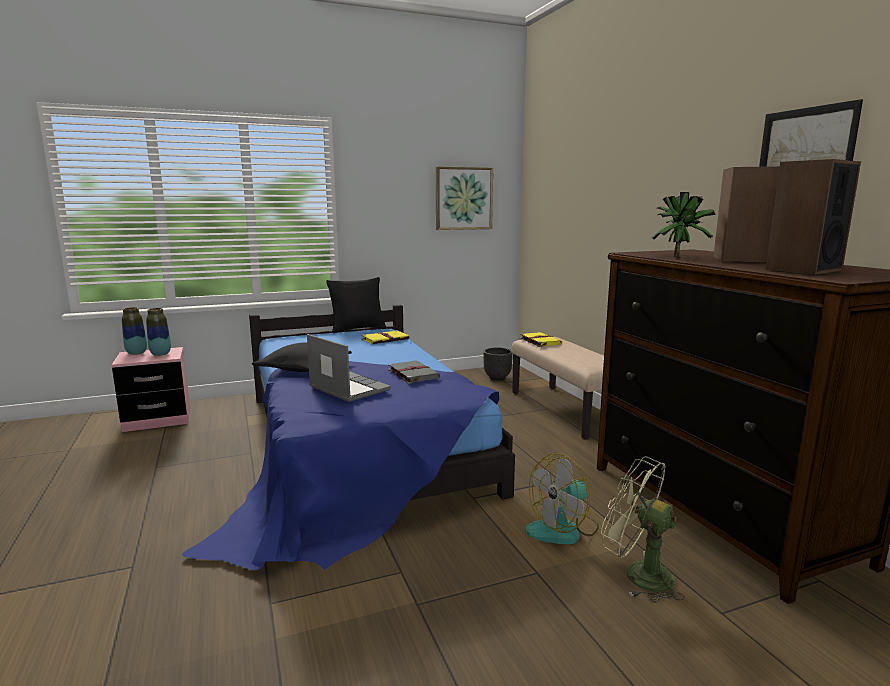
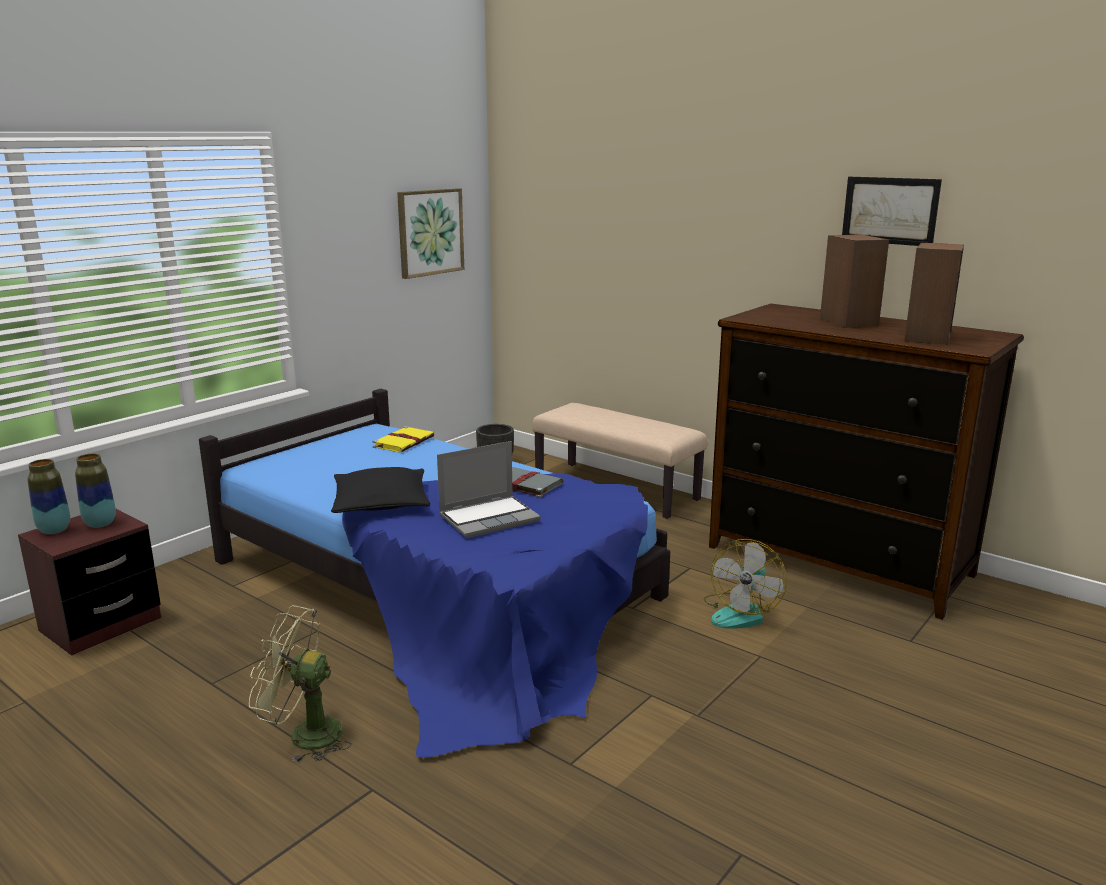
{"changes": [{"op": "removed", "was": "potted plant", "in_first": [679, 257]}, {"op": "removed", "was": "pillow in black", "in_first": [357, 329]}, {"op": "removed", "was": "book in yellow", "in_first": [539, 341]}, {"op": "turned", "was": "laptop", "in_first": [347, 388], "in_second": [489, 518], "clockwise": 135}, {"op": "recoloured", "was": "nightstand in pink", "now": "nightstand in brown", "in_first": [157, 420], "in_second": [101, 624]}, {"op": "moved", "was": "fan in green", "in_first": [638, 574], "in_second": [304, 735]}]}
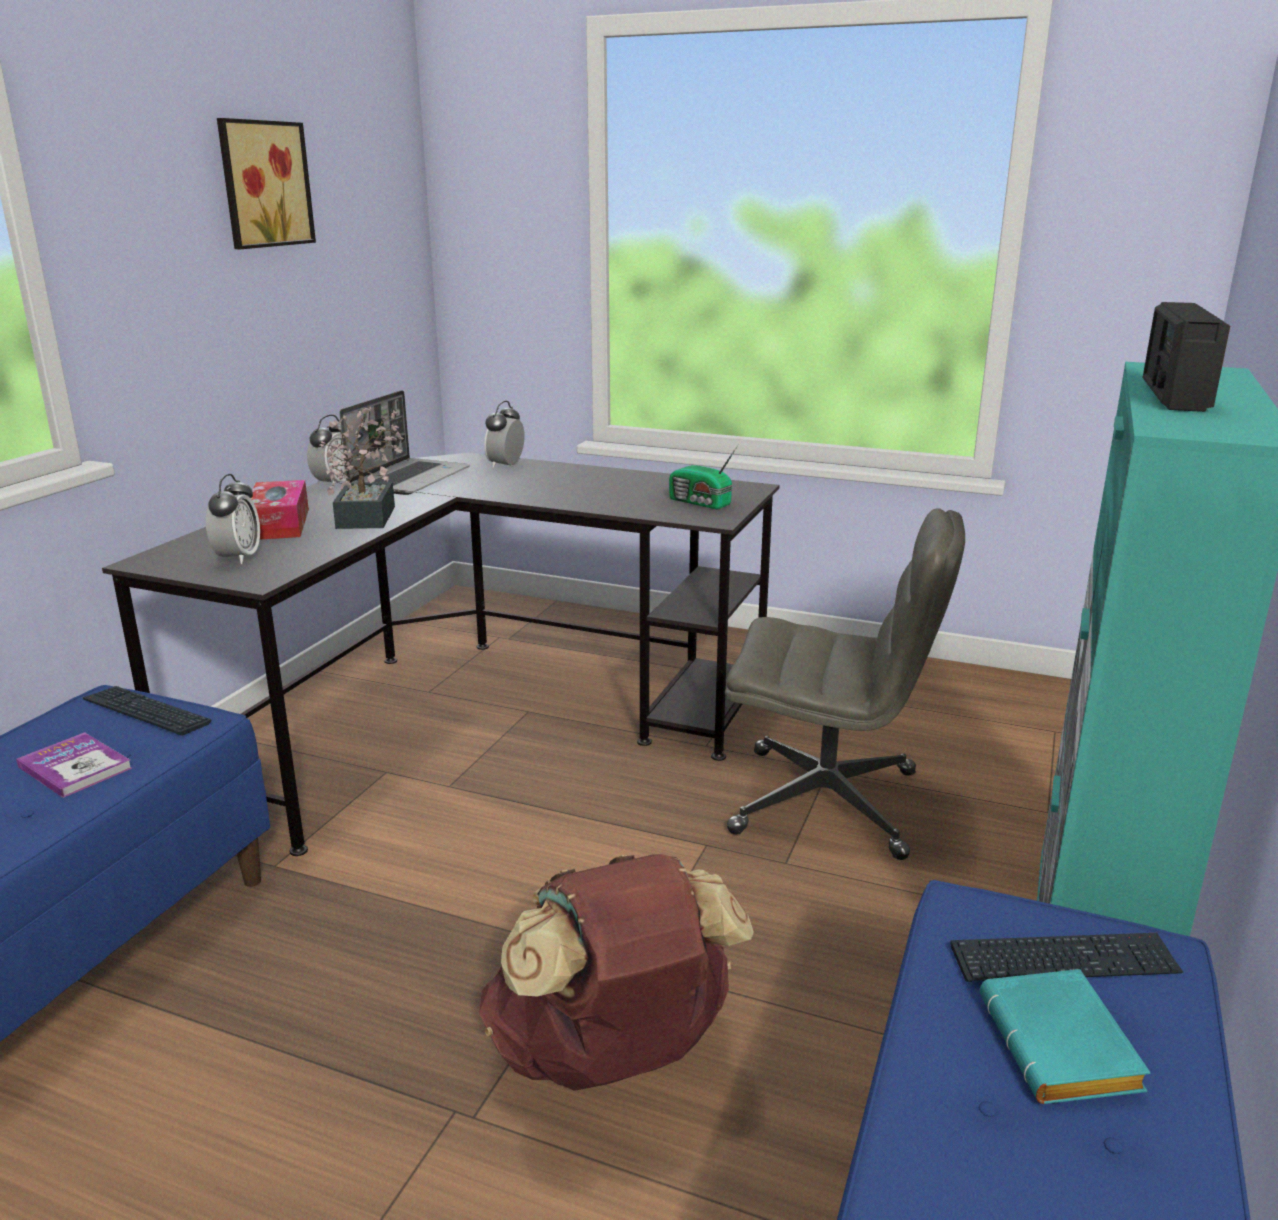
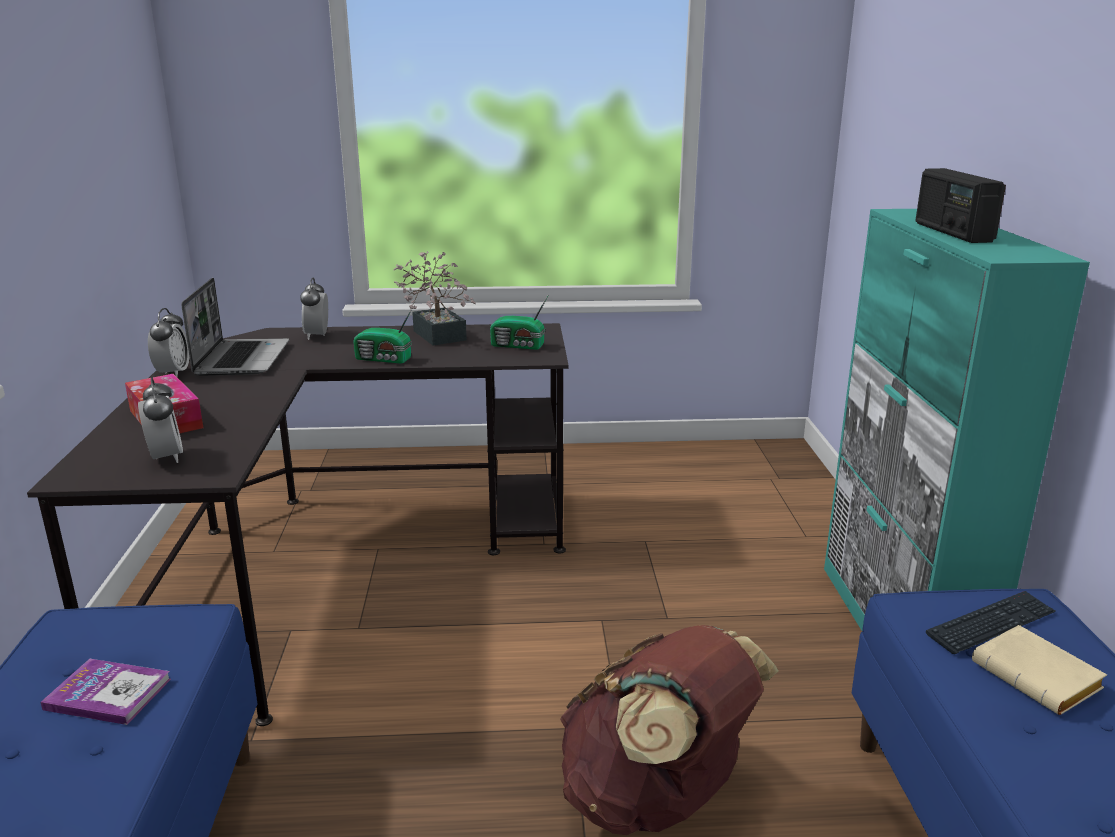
{"changes": [{"op": "removed", "was": "picture", "in_first": [262, 184]}, {"op": "moved", "was": "potted plant", "in_first": [369, 514], "in_second": [437, 333]}, {"op": "removed", "was": "office chair in grey", "in_first": [828, 802]}, {"op": "removed", "was": "keyboard", "in_first": [146, 713]}, {"op": "recoloured", "was": "book in turquoise", "now": "book in beige", "in_first": [1064, 1050], "in_second": [1039, 678]}, {"op": "added", "now": "radio", "in_second": [384, 359]}]}
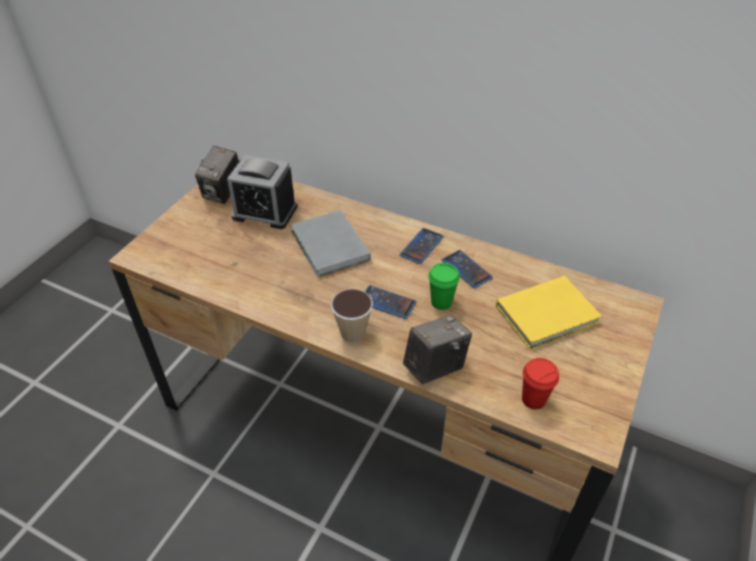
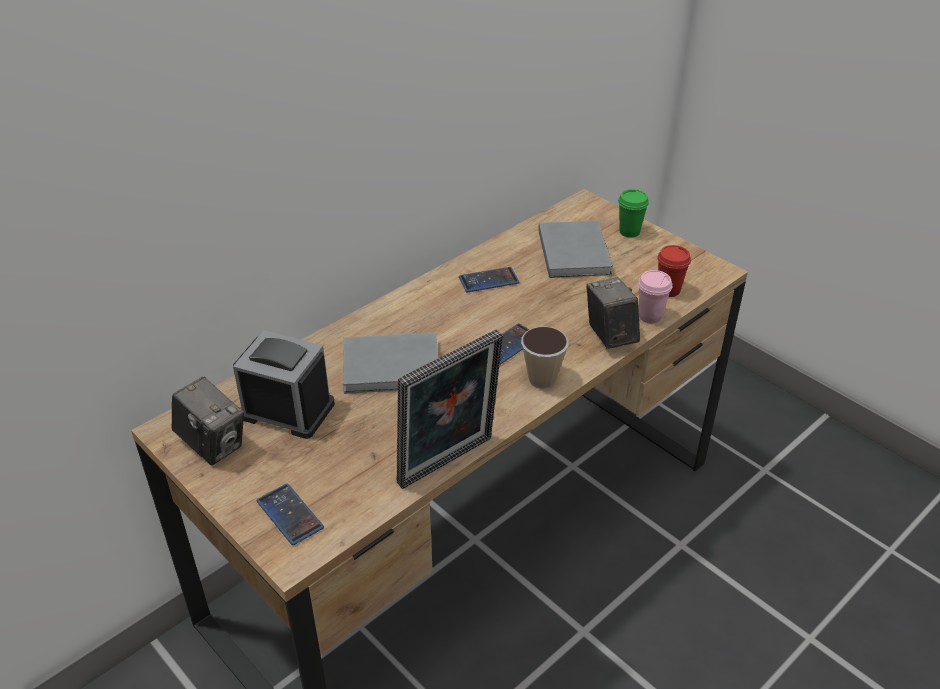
{"changes": [{"op": "turned", "was": "alarm clock", "in_first": [264, 212], "in_second": [287, 410], "clockwise": -105}, {"op": "moved", "was": "phone", "in_first": [421, 246], "in_second": [290, 514]}, {"op": "moved", "was": "cup in green", "in_first": [441, 302], "in_second": [629, 232]}, {"op": "recoloured", "was": "book in yellow", "now": "book in grey", "in_first": [549, 314], "in_second": [575, 251]}, {"op": "added", "now": "cup in pink", "in_second": [650, 316]}, {"op": "added", "now": "picture frame", "in_second": [449, 464]}]}
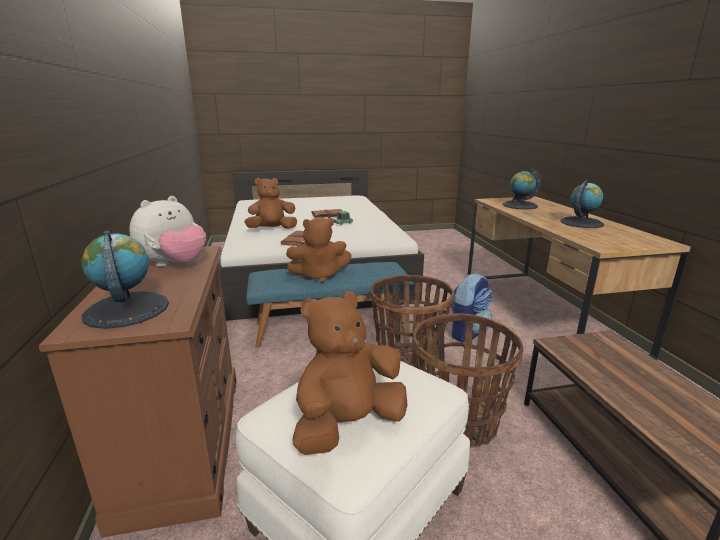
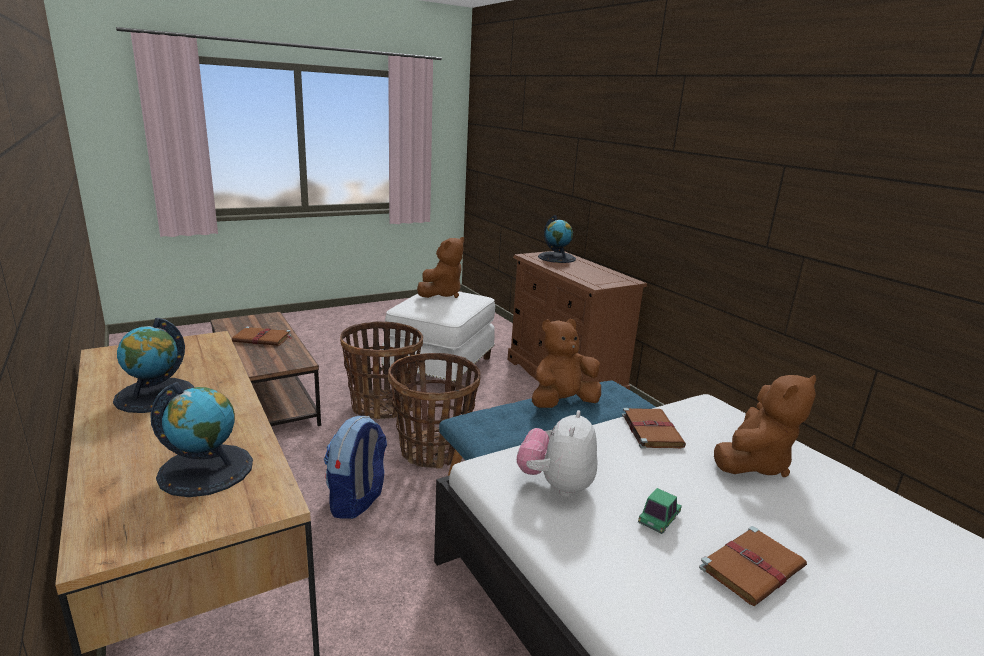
{"changes": [{"op": "moved", "was": "plush toy", "in_first": [174, 264], "in_second": [556, 485]}, {"op": "added", "now": "book in brown", "in_second": [263, 339]}]}
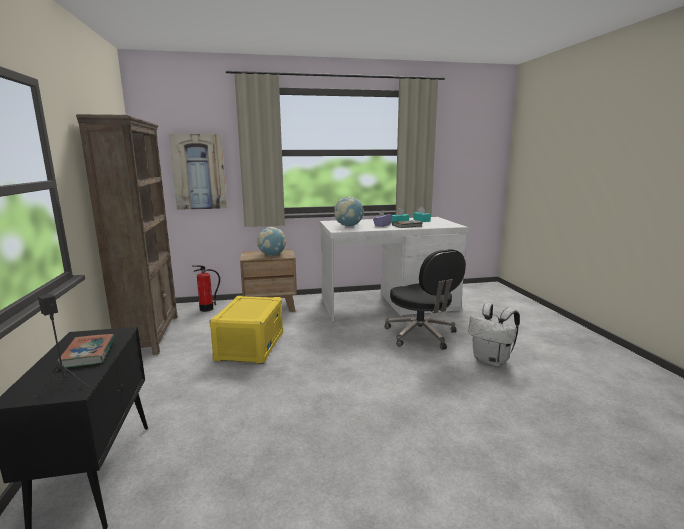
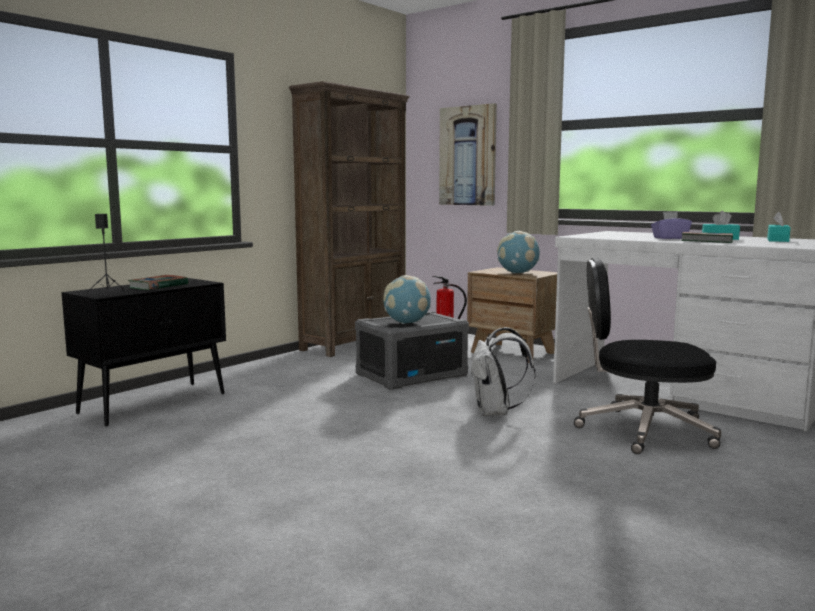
{"changes": [{"op": "moved", "was": "globe", "in_first": [349, 226], "in_second": [407, 323]}, {"op": "turned", "was": "office chair in black", "in_first": [421, 335], "in_second": [642, 430], "clockwise": 75}, {"op": "recoloured", "was": "storage box in yellow", "now": "storage box in grey", "in_first": [250, 346], "in_second": [411, 375]}, {"op": "moved", "was": "backpack in white", "in_first": [491, 360], "in_second": [496, 412]}]}
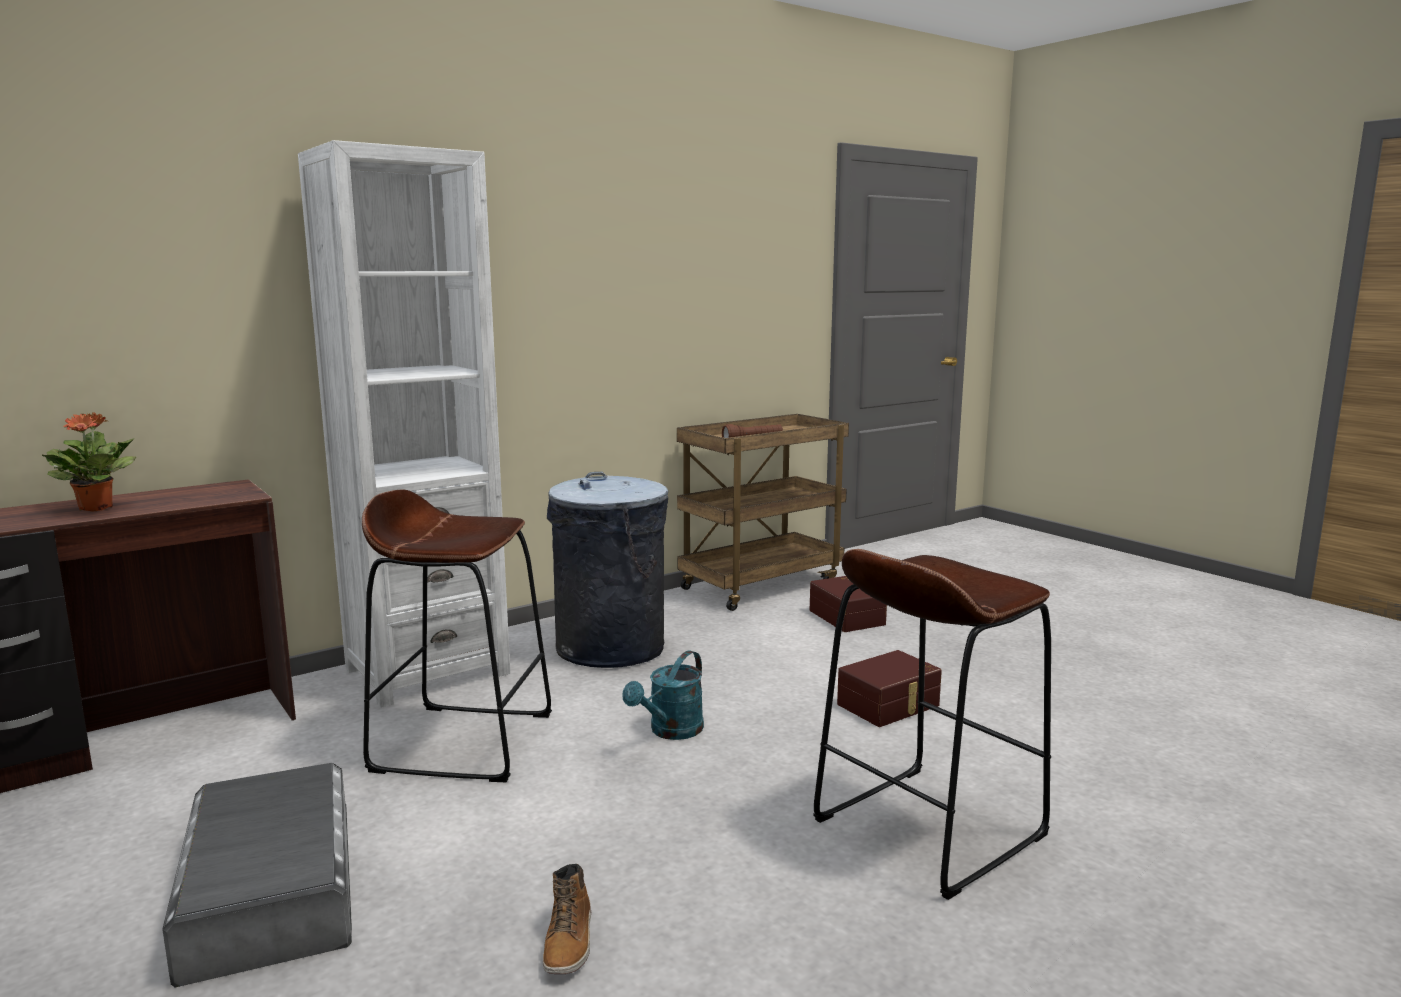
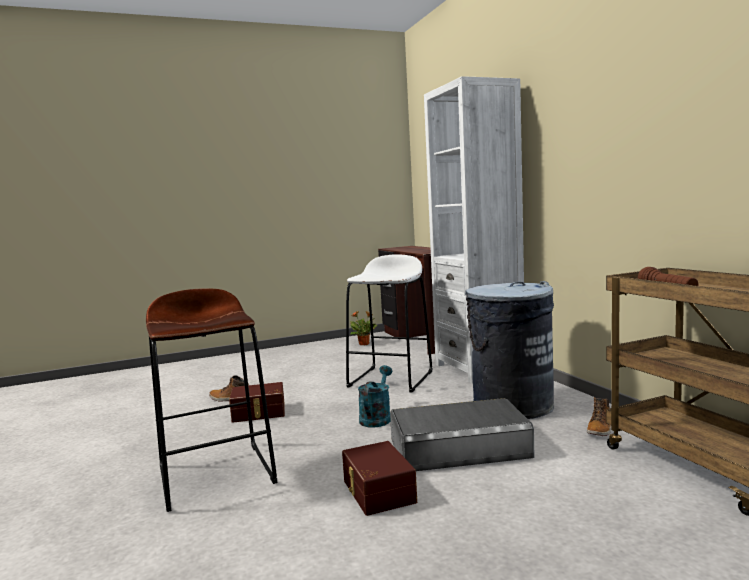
{"changes": [{"op": "moved", "was": "potted plant", "in_first": [97, 508], "in_second": [364, 344]}, {"op": "recoloured", "was": "stool in brown", "now": "stool in white", "in_first": [463, 742], "in_second": [391, 379]}, {"op": "moved", "was": "storage box in brown", "in_first": [848, 617], "in_second": [259, 413]}, {"op": "turned", "was": "watering can in turquoise", "in_first": [671, 732], "in_second": [376, 418], "clockwise": 60}, {"op": "moved", "was": "storage box in grey", "in_first": [269, 887], "in_second": [459, 447]}, {"op": "added", "now": "boot", "in_second": [600, 429]}]}
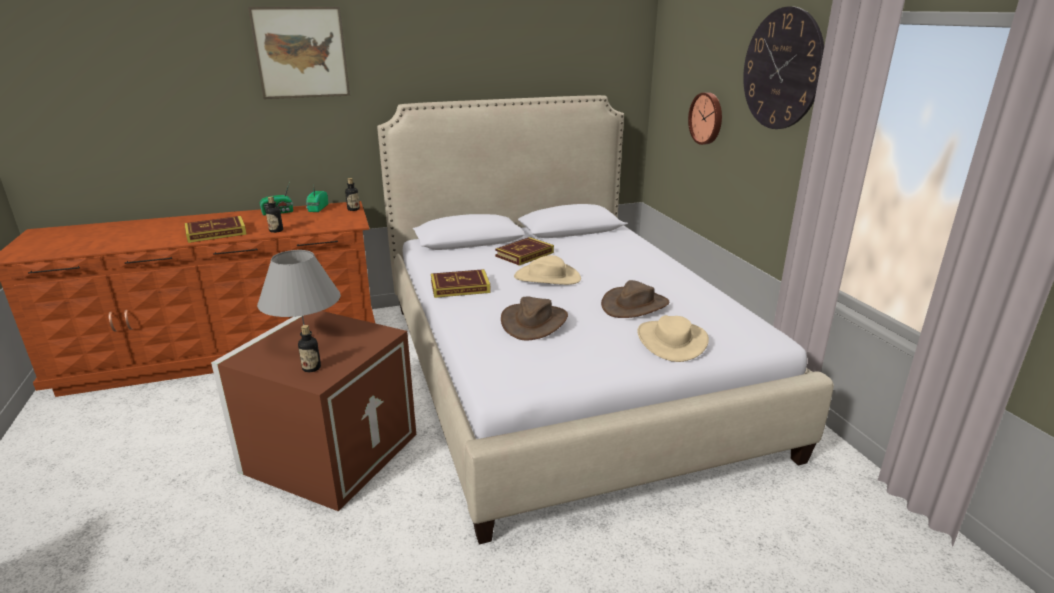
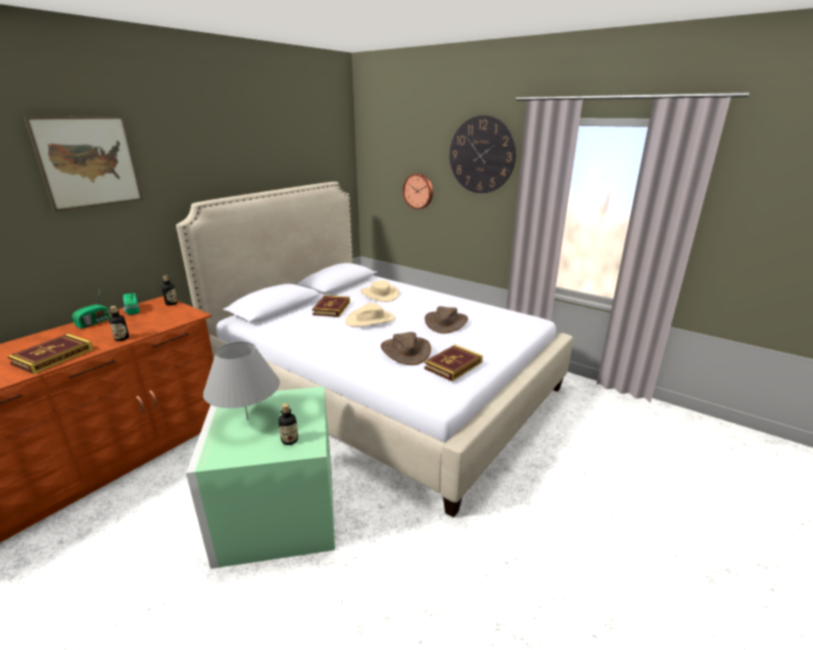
{"changes": [{"op": "moved", "was": "book", "in_first": [460, 287], "in_second": [453, 365]}, {"op": "recoloured", "was": "storage box in brown", "now": "storage box in green", "in_first": [330, 450], "in_second": [276, 511]}, {"op": "moved", "was": "hat in beige", "in_first": [671, 341], "in_second": [379, 294]}]}
